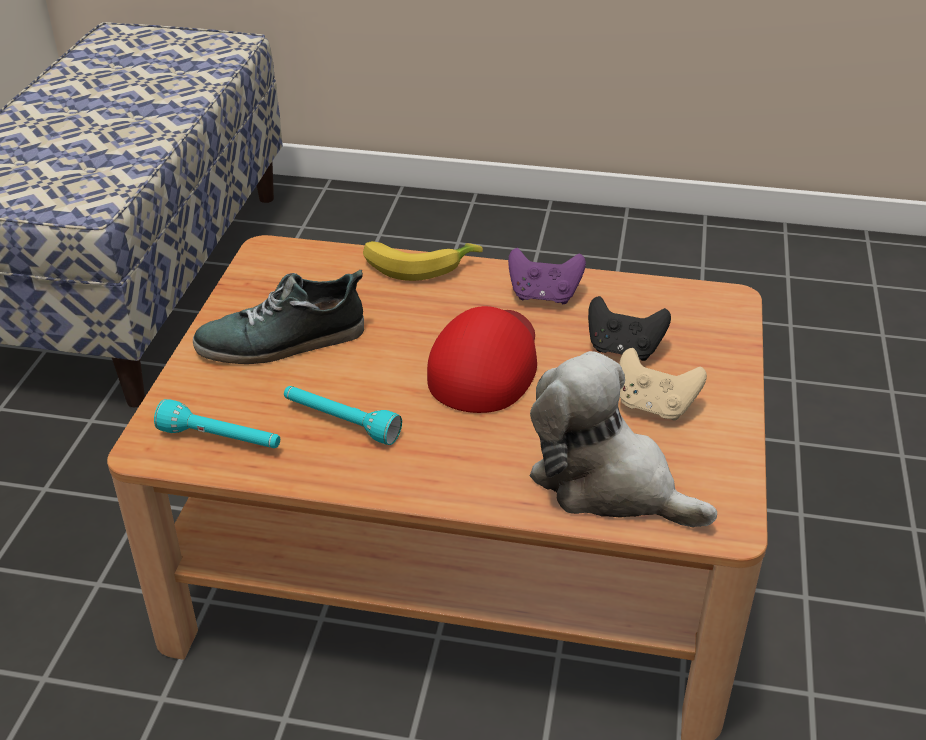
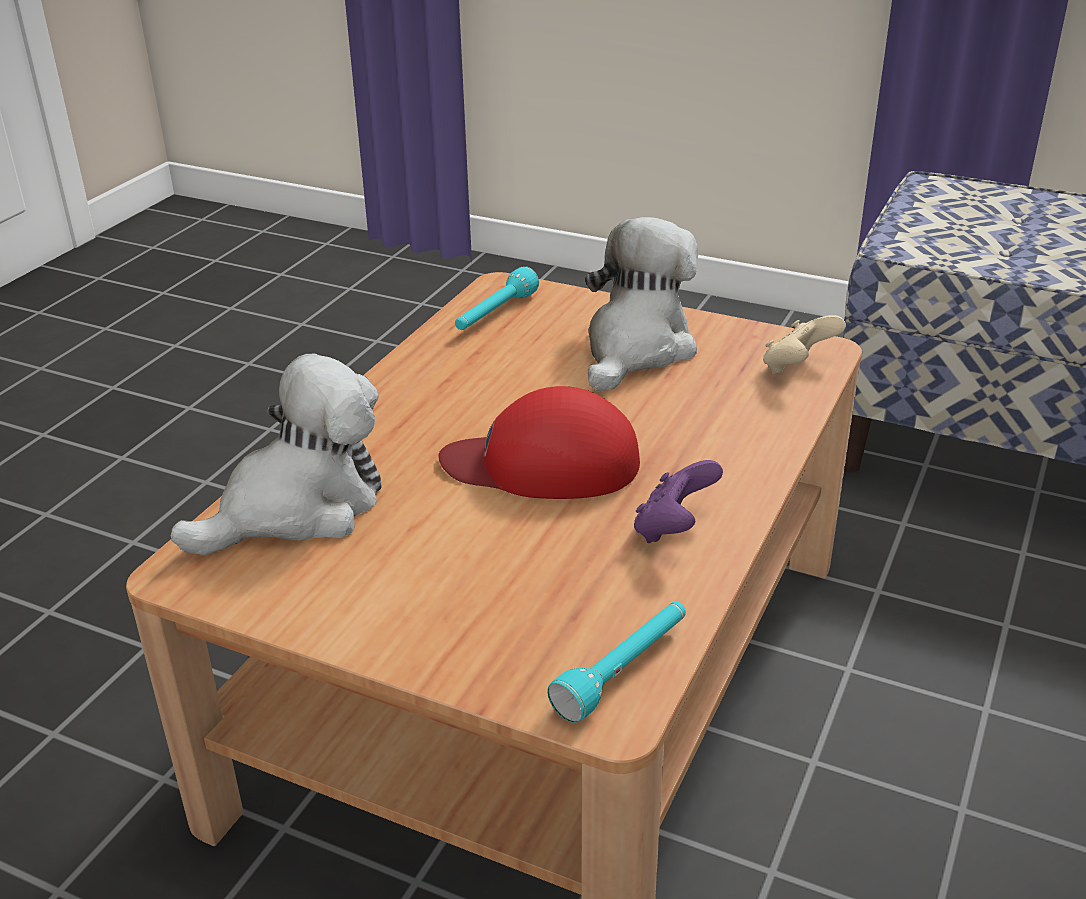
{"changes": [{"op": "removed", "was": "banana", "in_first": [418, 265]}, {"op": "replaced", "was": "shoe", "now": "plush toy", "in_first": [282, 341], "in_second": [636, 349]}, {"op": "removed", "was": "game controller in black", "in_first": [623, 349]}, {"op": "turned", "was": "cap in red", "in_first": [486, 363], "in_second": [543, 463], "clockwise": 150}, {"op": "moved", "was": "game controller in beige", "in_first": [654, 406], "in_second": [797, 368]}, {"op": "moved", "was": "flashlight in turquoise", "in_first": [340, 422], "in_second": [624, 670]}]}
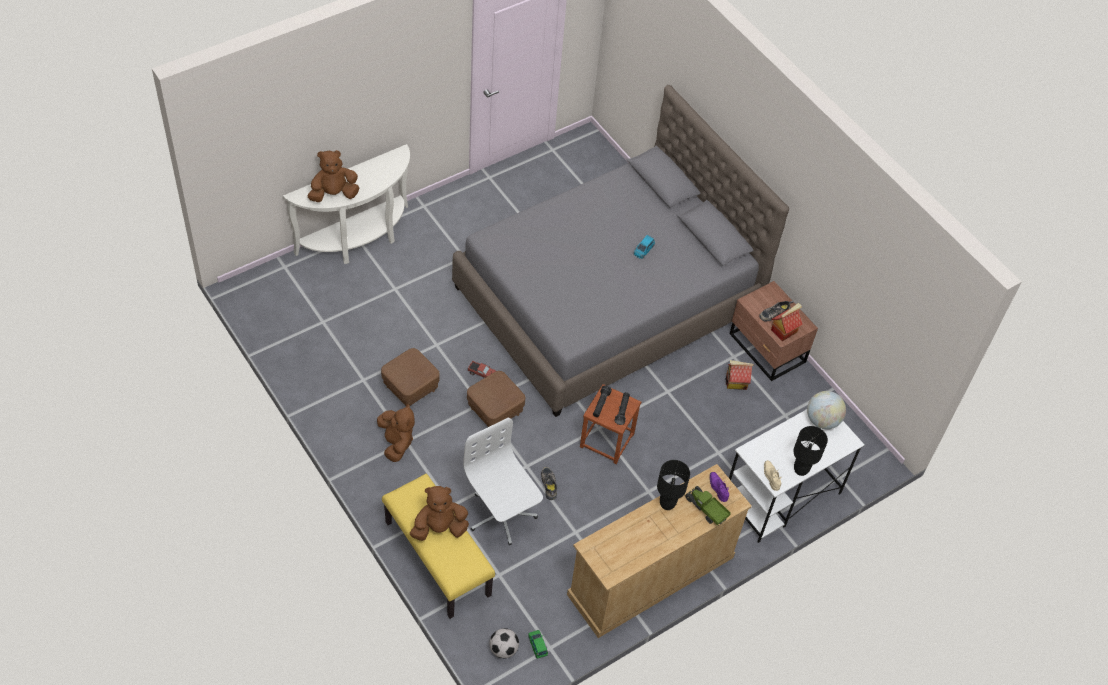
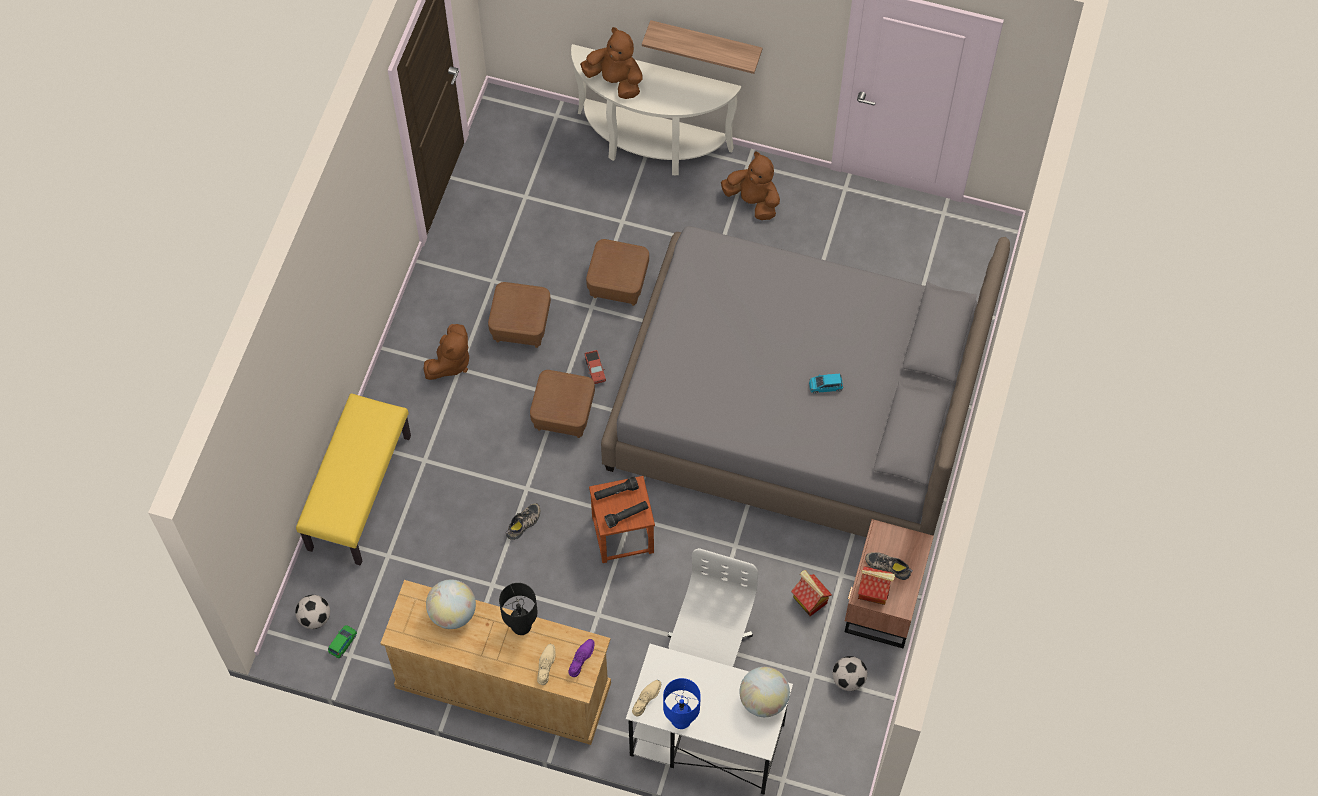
{"changes": [{"op": "moved", "was": "office chair in white", "in_first": [501, 515], "in_second": [709, 648]}, {"op": "recoloured", "was": "table lamp in black", "now": "table lamp in blue", "in_first": [801, 469], "in_second": [681, 720]}, {"op": "moved", "was": "plush toy in brown", "in_first": [439, 528], "in_second": [753, 201]}, {"op": "replaced", "was": "toy truck", "now": "shoe in beige", "in_first": [706, 509], "in_second": [546, 665]}, {"op": "added", "now": "shelf", "in_second": [705, 44]}, {"op": "added", "now": "ottoman in brown", "in_second": [618, 283]}, {"op": "added", "now": "globe", "in_second": [452, 613]}, {"op": "added", "now": "football", "in_second": [848, 679]}]}
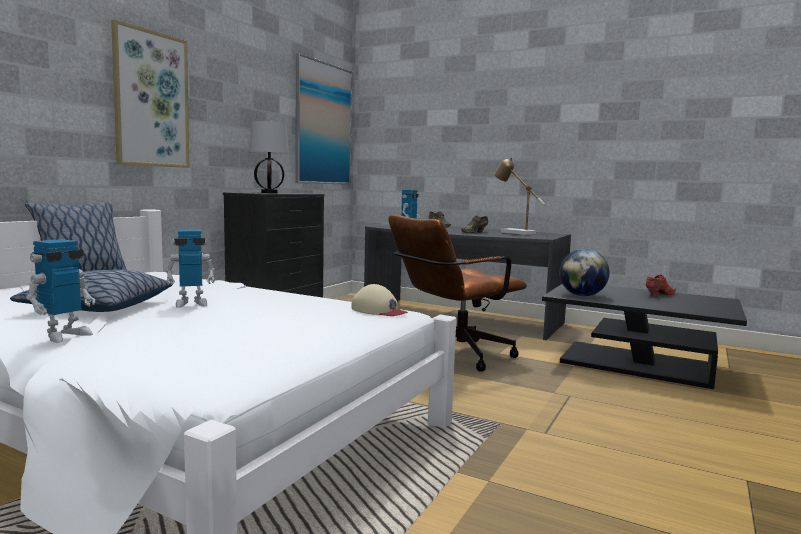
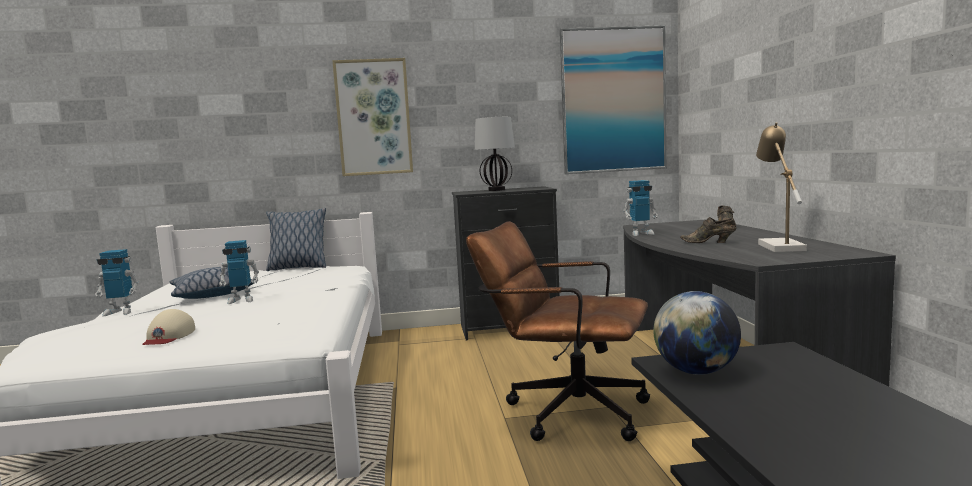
{"changes": [{"op": "turned", "was": "toy robot", "in_first": [191, 303], "in_second": [241, 300], "clockwise": -45}, {"op": "removed", "was": "shoe in red", "in_first": [659, 295]}, {"op": "moved", "was": "cap in beige", "in_first": [378, 310], "in_second": [168, 336]}]}
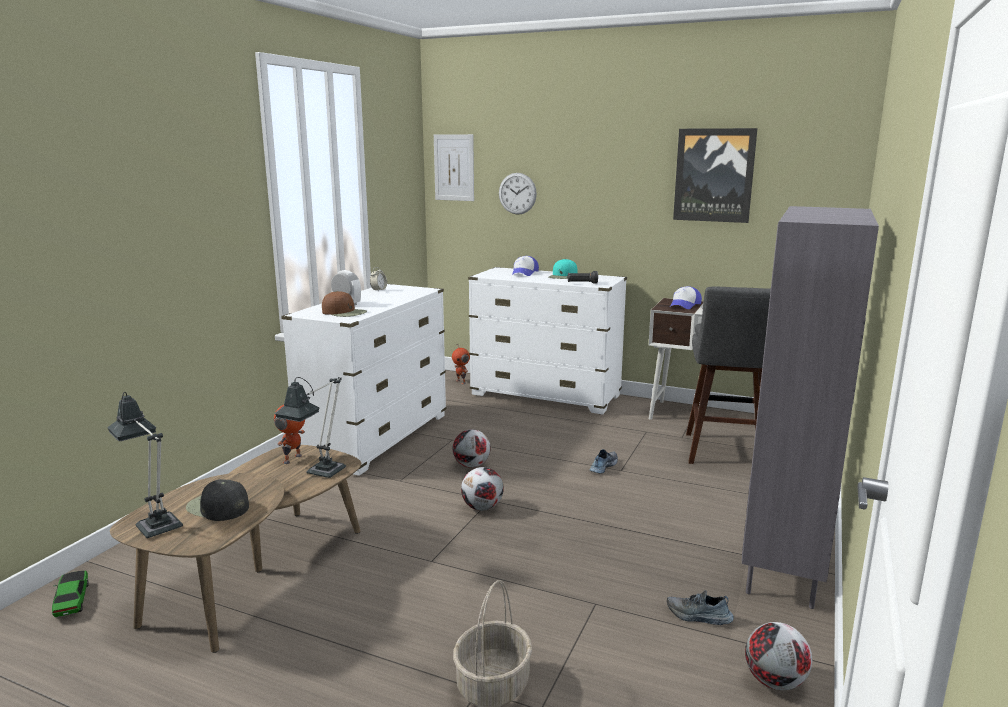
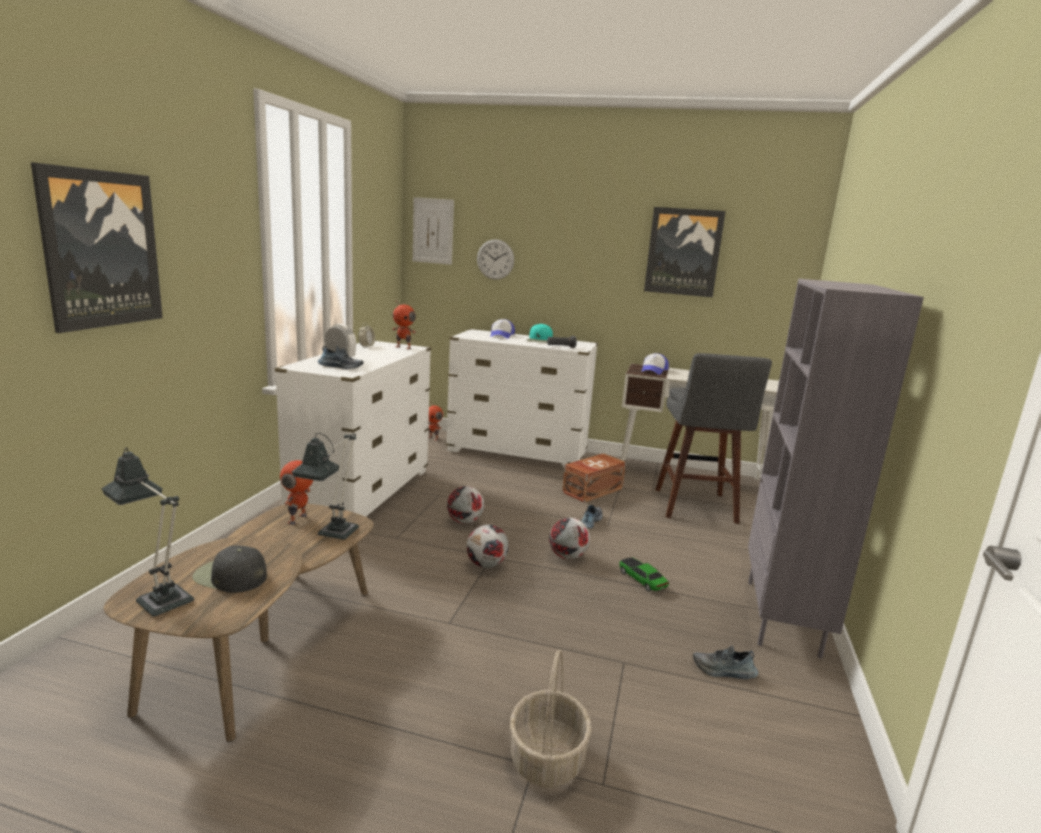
{"changes": [{"op": "replaced", "was": "cap in brown", "now": "shoe", "in_first": [344, 312], "in_second": [341, 367]}, {"op": "moved", "was": "toy car", "in_first": [71, 601], "in_second": [642, 580]}, {"op": "moved", "was": "football", "in_first": [774, 681], "in_second": [567, 556]}, {"op": "added", "now": "picture", "in_second": [101, 249]}, {"op": "added", "now": "toy robot", "in_second": [404, 347]}, {"op": "added", "now": "storage box in brown", "in_second": [591, 490]}]}
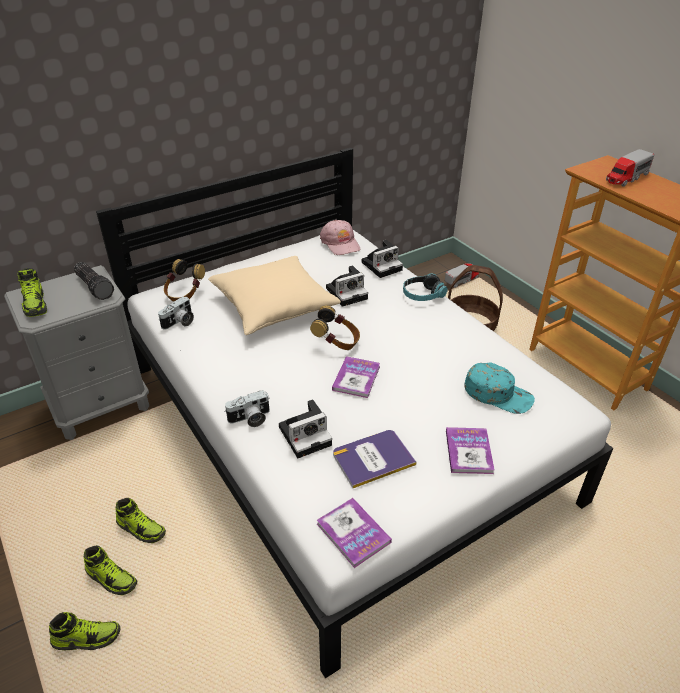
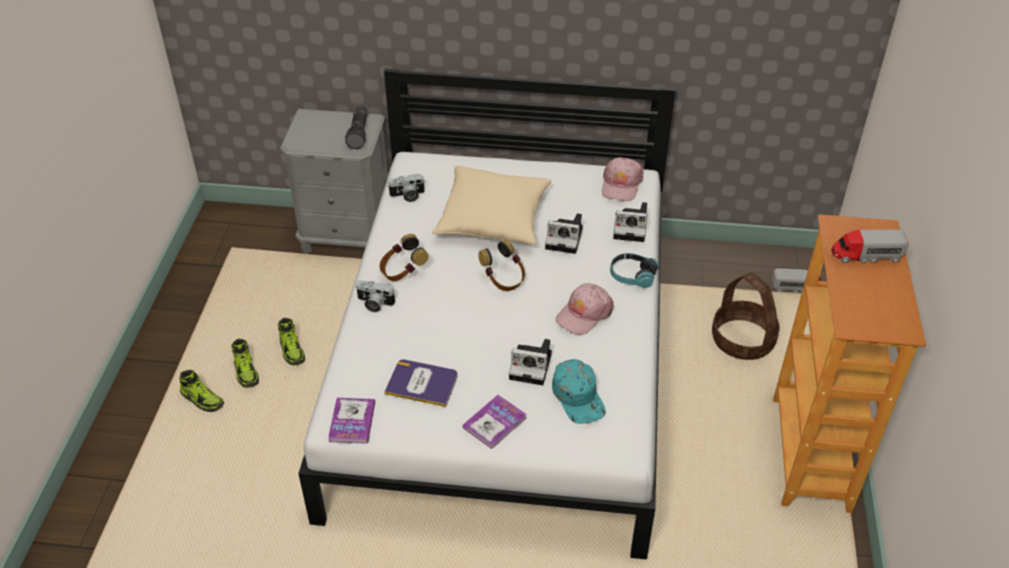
{"changes": [{"op": "moved", "was": "headphones", "in_first": [184, 294], "in_second": [402, 271]}, {"op": "removed", "was": "shoe", "in_first": [35, 304]}, {"op": "removed", "was": "book", "in_first": [356, 378]}, {"op": "moved", "was": "photo camera", "in_first": [306, 434], "in_second": [532, 366]}, {"op": "added", "now": "cap in pink", "in_second": [584, 314]}]}
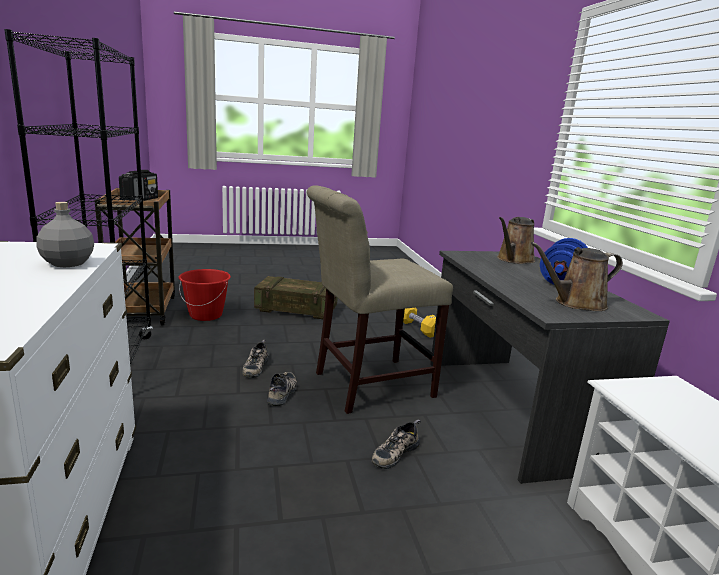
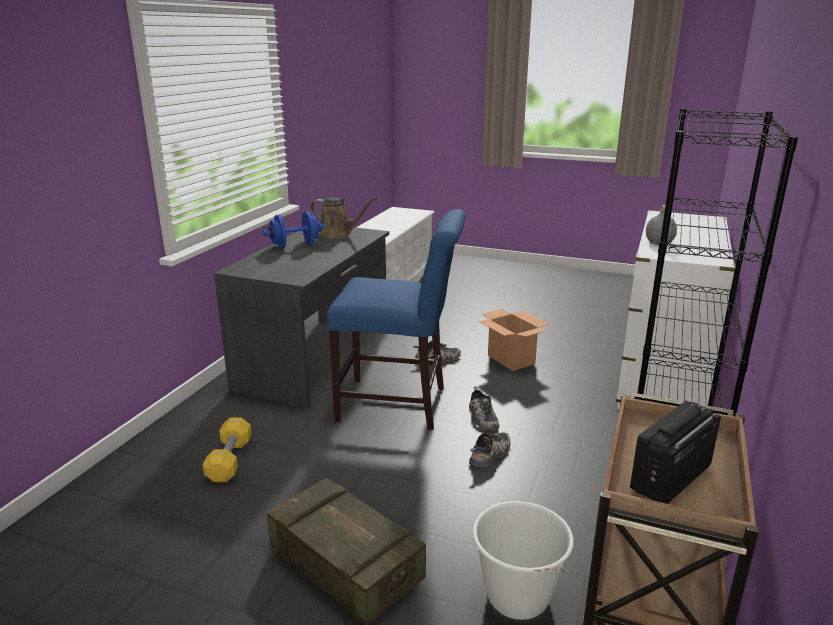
{"changes": [{"op": "recoloured", "was": "chair in beige", "now": "chair in blue", "in_first": [367, 385], "in_second": [398, 404]}, {"op": "removed", "was": "watering can in brown", "in_first": [514, 260]}, {"op": "recoloured", "was": "bucket in red", "now": "bucket in white", "in_first": [206, 315], "in_second": [517, 597]}, {"op": "turned", "was": "shoe", "in_first": [283, 393], "in_second": [482, 417], "clockwise": -60}, {"op": "added", "now": "cardboard box", "in_second": [510, 359]}]}
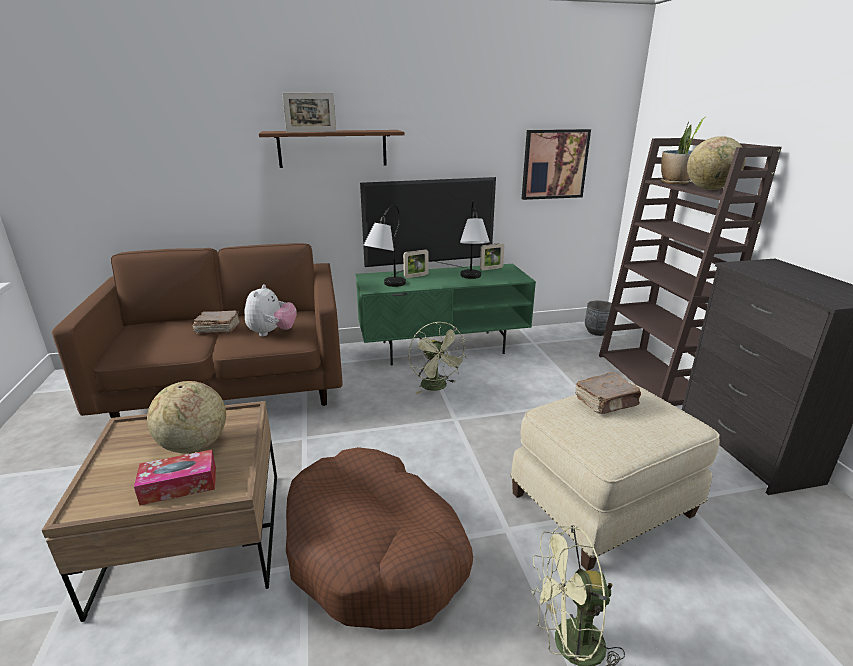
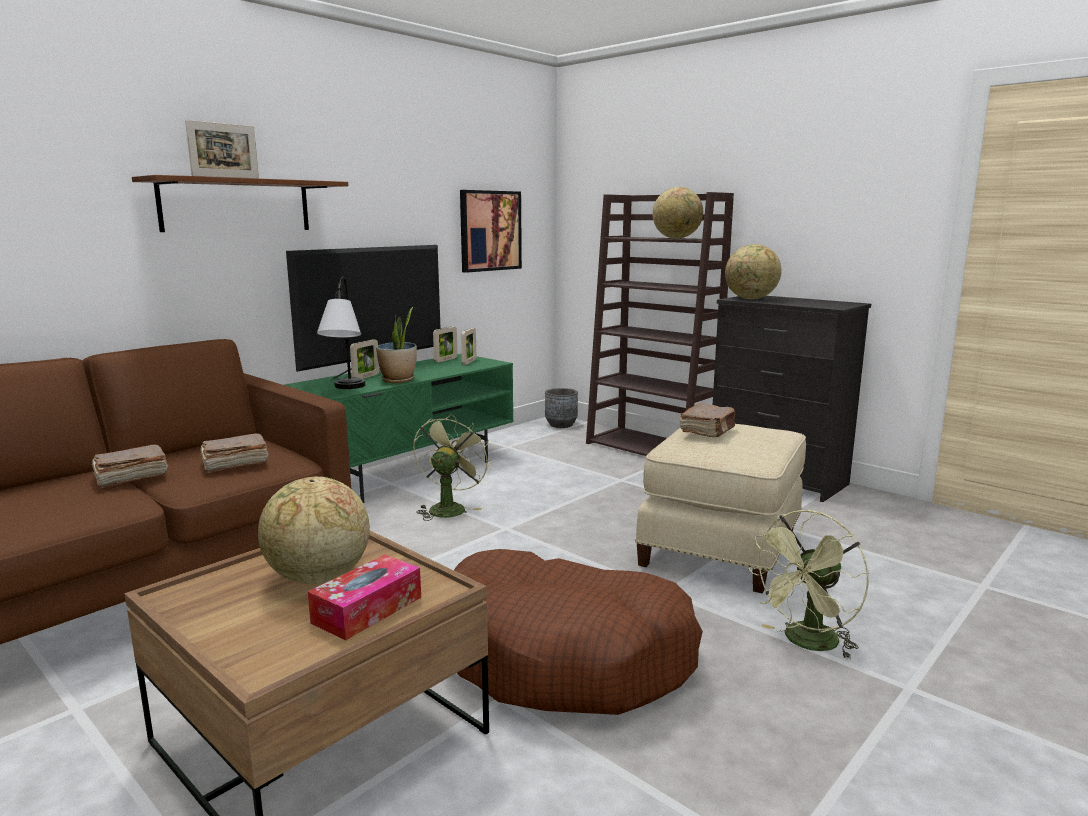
{"changes": [{"op": "moved", "was": "potted plant", "in_first": [675, 183], "in_second": [398, 380]}, {"op": "removed", "was": "table lamp", "in_first": [471, 280]}, {"op": "replaced", "was": "plush toy", "now": "book in brown", "in_first": [272, 333], "in_second": [234, 464]}, {"op": "turned", "was": "fan in green", "in_first": [437, 387], "in_second": [449, 508], "clockwise": -105}, {"op": "added", "now": "globe", "in_second": [751, 299]}, {"op": "added", "now": "picture frame", "in_second": [469, 362]}]}
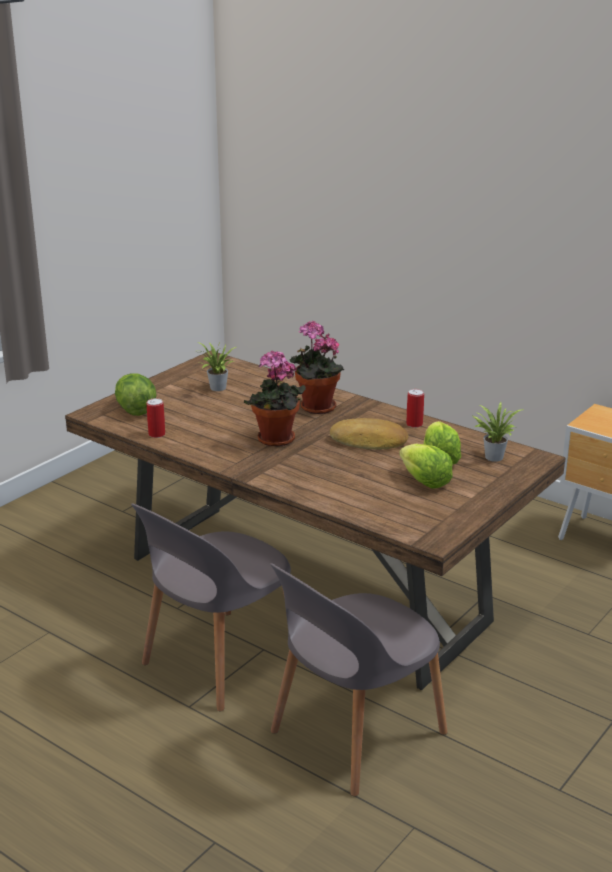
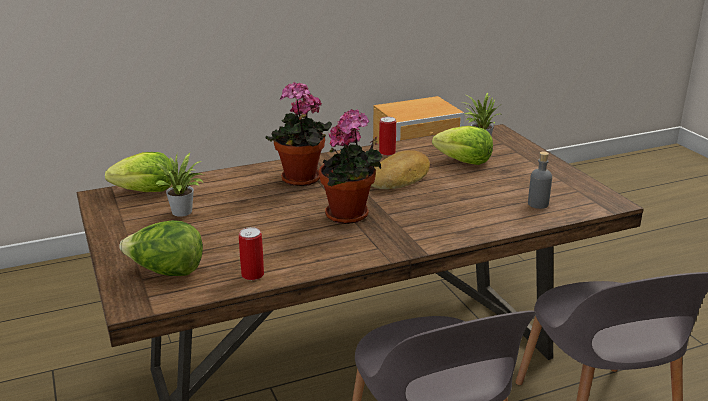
{"changes": [{"op": "moved", "was": "lettuce", "in_first": [424, 481], "in_second": [145, 191]}, {"op": "added", "now": "bottle in grey", "in_second": [538, 204]}]}
